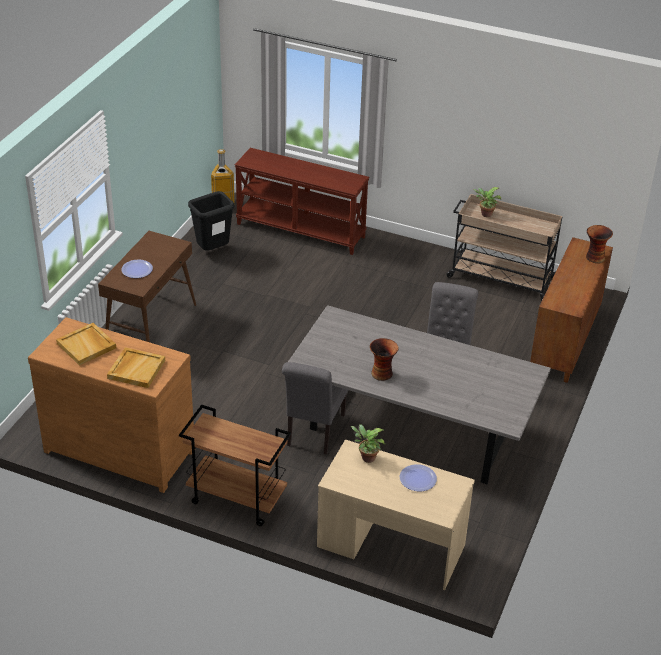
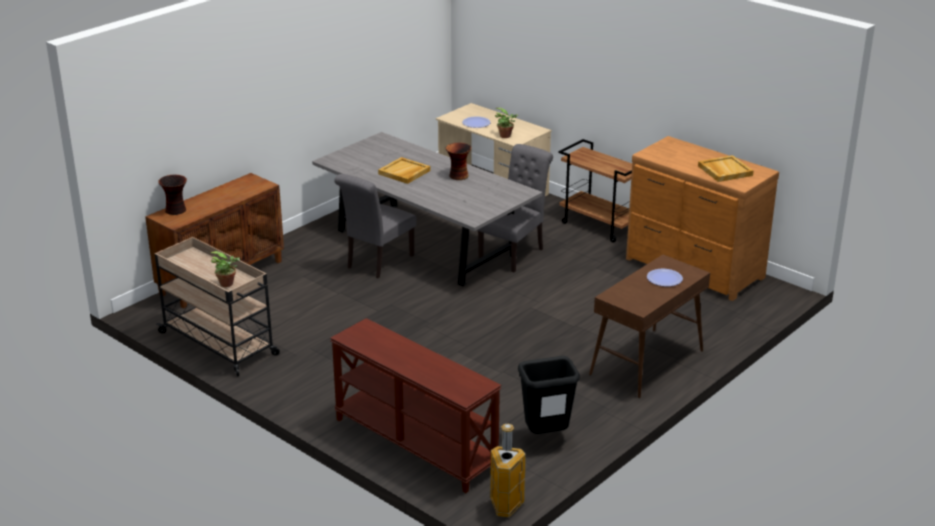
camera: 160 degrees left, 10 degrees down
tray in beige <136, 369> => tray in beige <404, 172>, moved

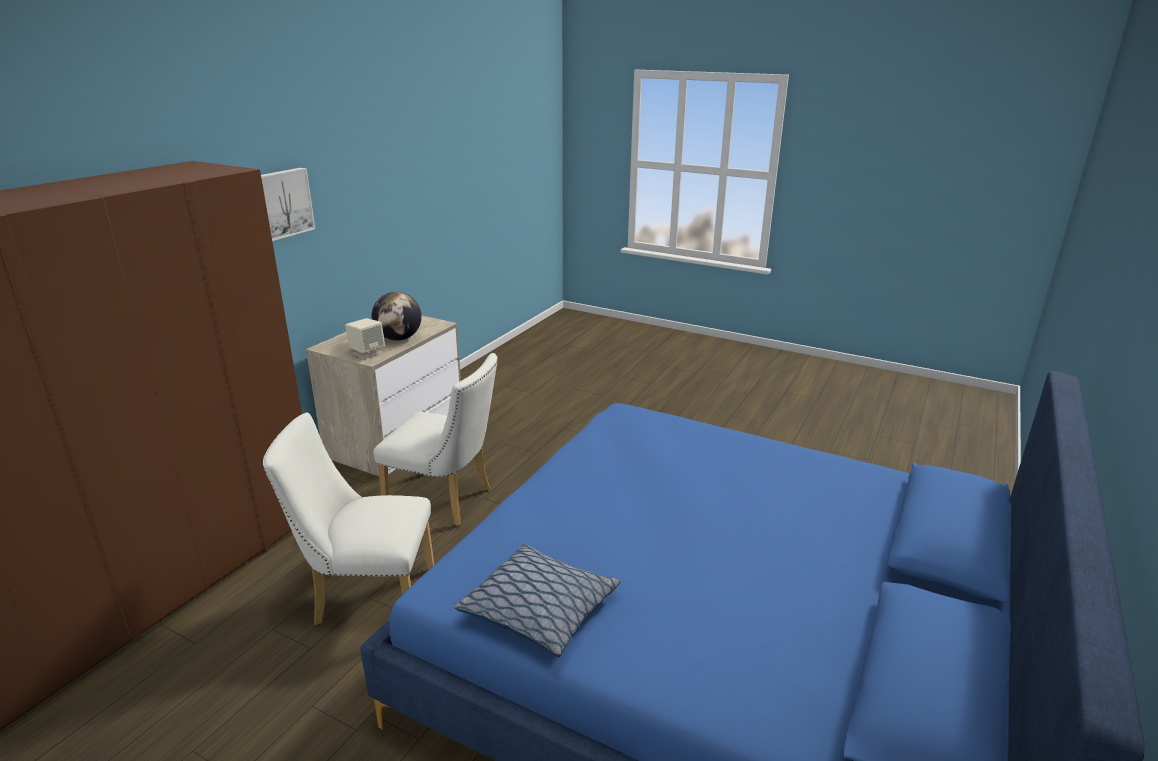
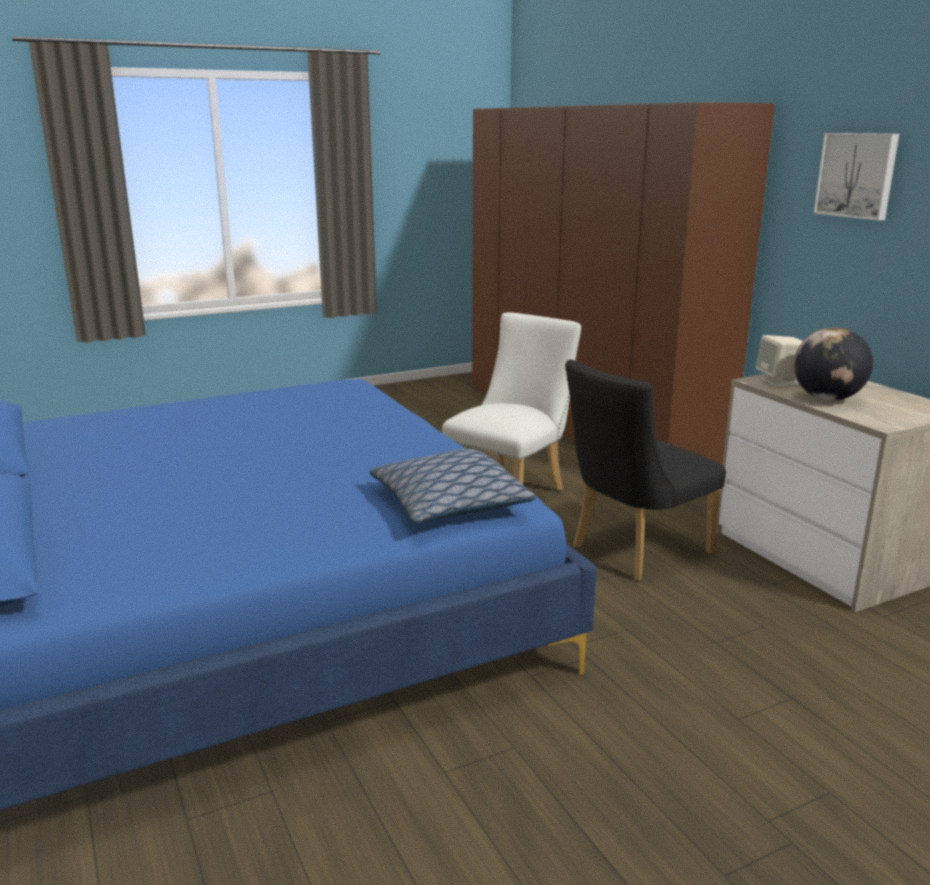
camera: 125 degrees right, 5 degrees down
pillow <540, 610> => pillow <450, 504>, moved
chair in white <446, 501> => chair in black <633, 552>

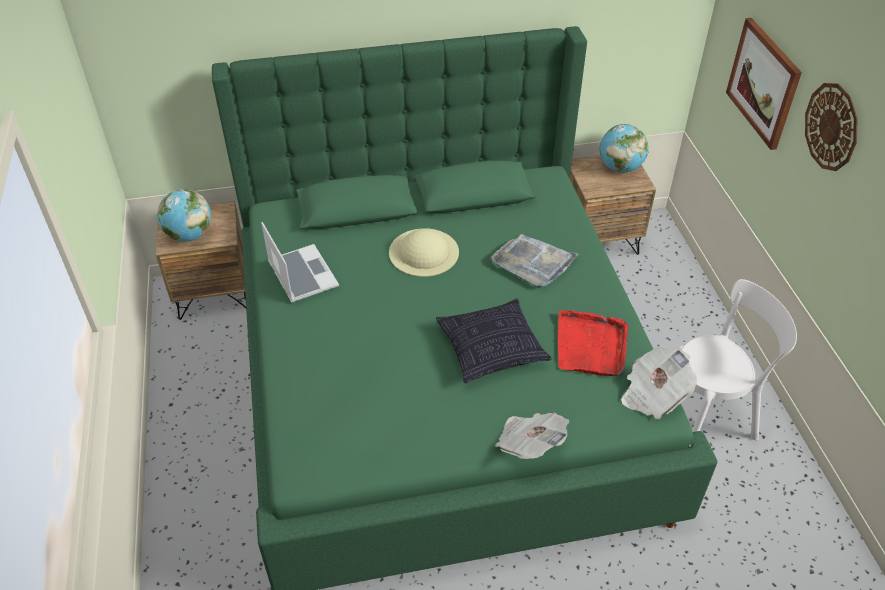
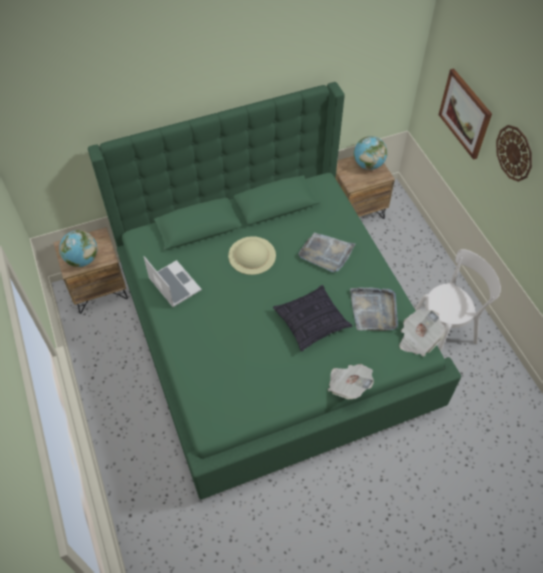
camera: 10 degrees left, 10 degrees up
tray in red <591, 346> => tray in grey <374, 310>

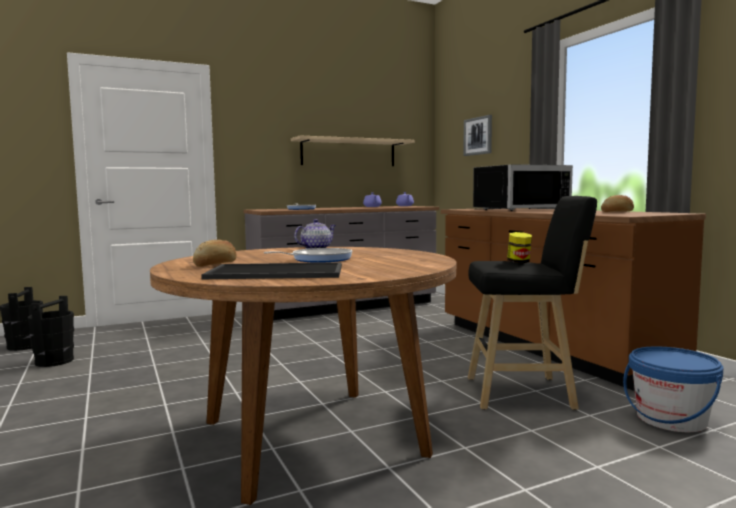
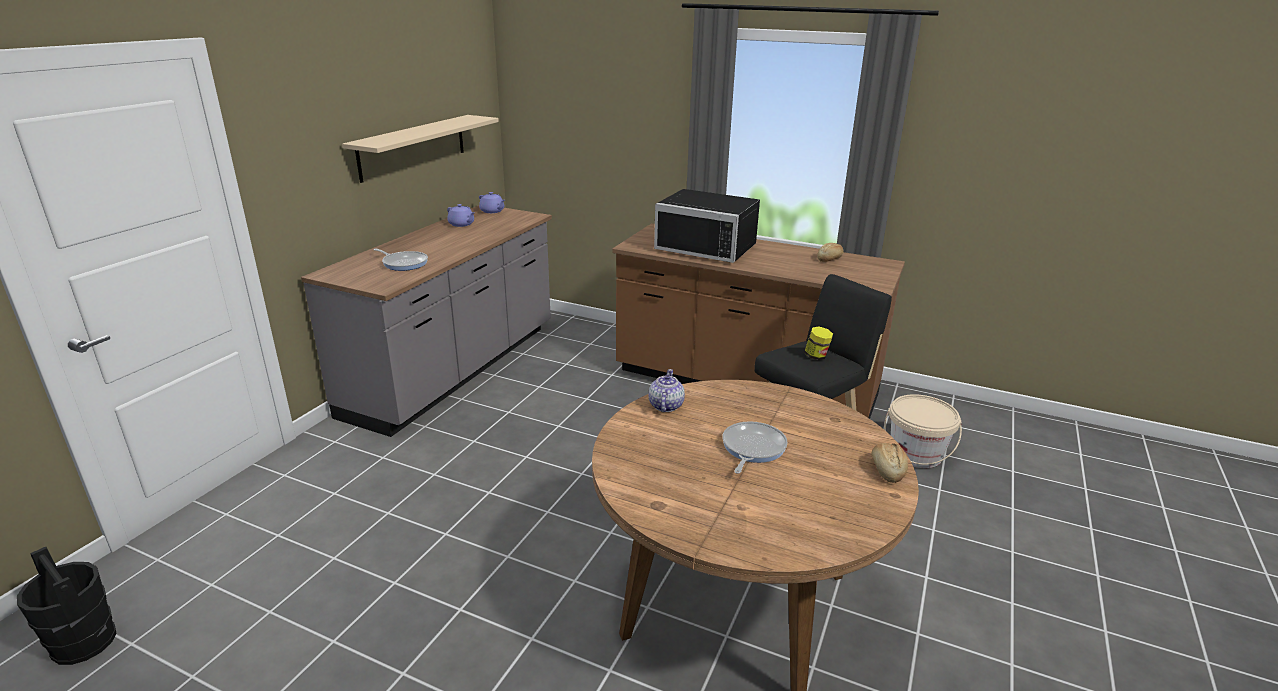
camera: 40 degrees left, 20 degrees up
microwave in black <517, 209> => microwave in black <709, 247>, 90 degrees clockwise
bread <216, 264> => bread <887, 470>, moved
bucket in blue <671, 419> => bucket in beige <915, 454>
bucket in black <54, 361> => nothing
tray <274, 273> => nothing
picture <478, 136> => nothing

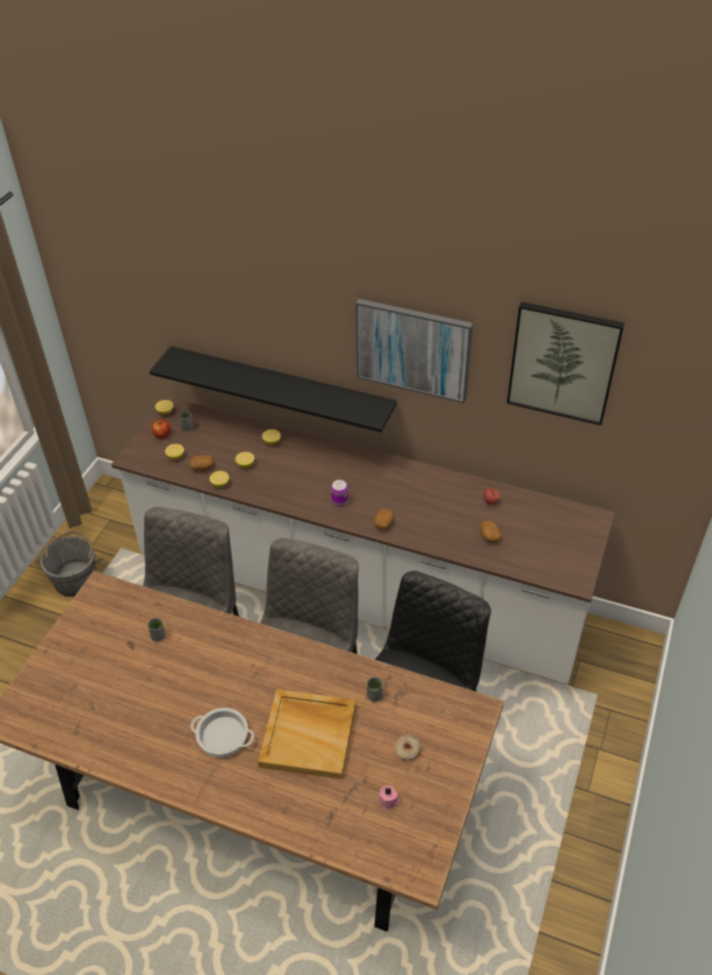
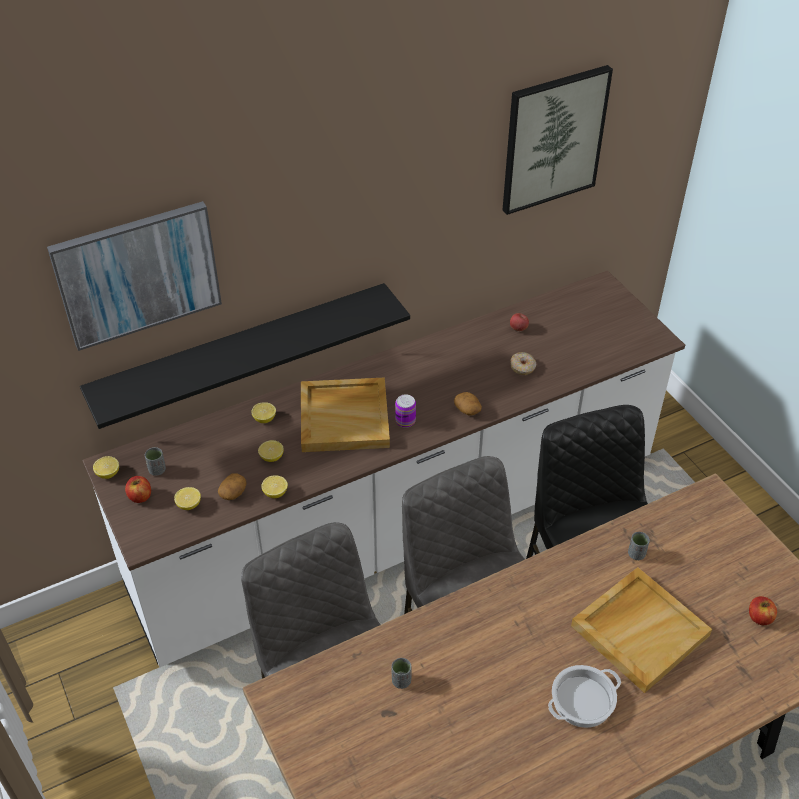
camera: 50 degrees left, 0 degrees up
picture <413, 349> => picture <138, 274>, moved
nothing => tray in beige <345, 417>
donut <407, 750> => donut <522, 367>, moved
candle in pink <389, 801> => apple <759, 617>
bucket in grey <76, 579> => nothing
potato <489, 536> => nothing

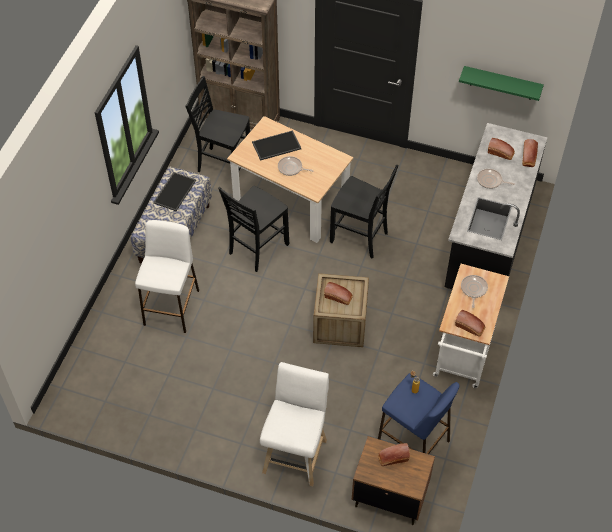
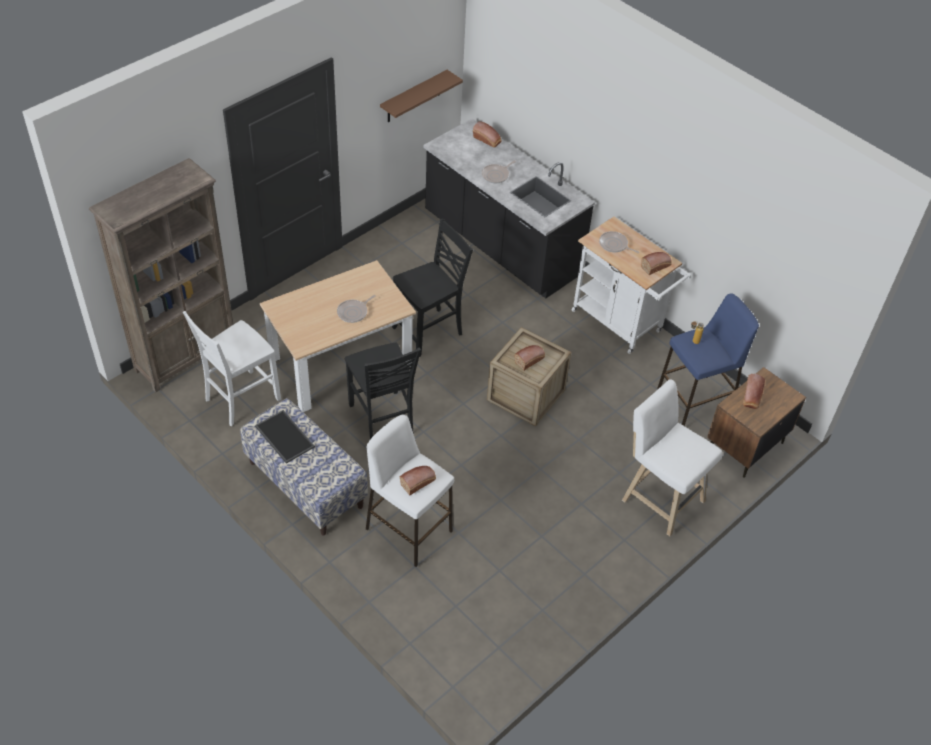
camera: 65 degrees left, 5 degrees down
chair in black <223, 165> => chair in white <240, 399>
shelf in green <502, 83> => shelf in brown <414, 97>
bread <501, 153> => bread <418, 482>, moved
tray <276, 146> => nothing

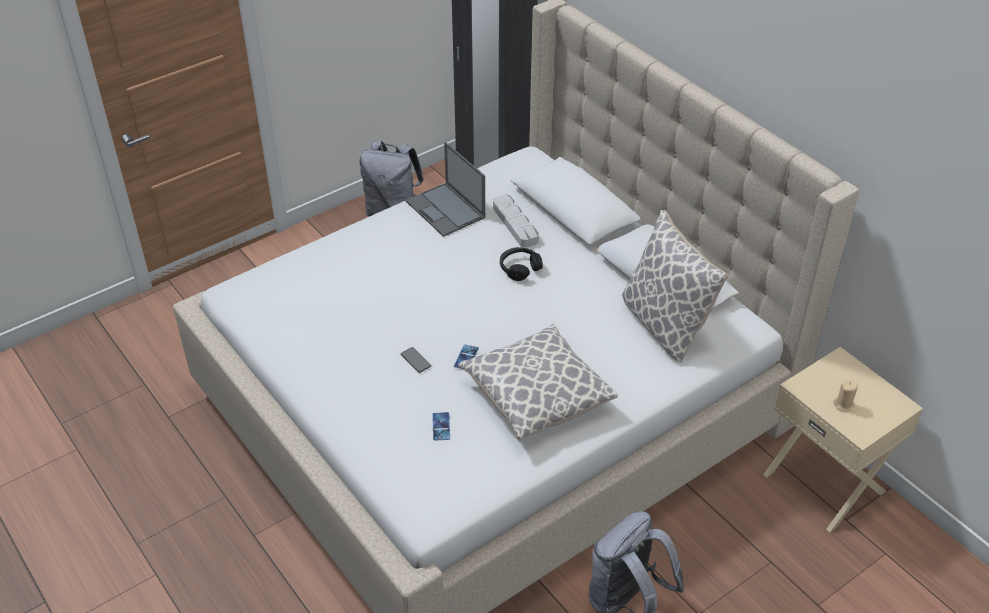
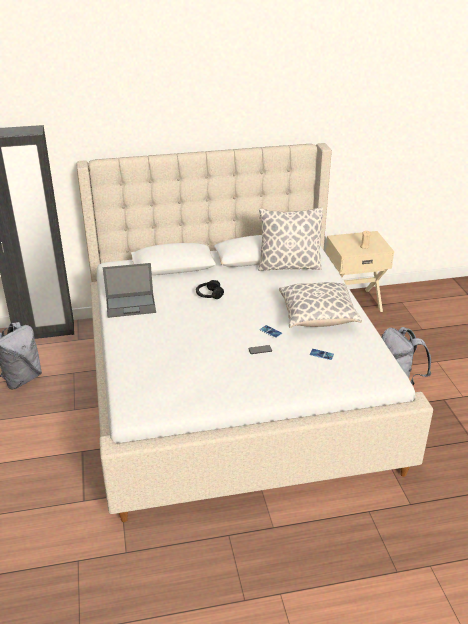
camera: 65 degrees left, 10 degrees down
tray in grey <515, 224> => nothing

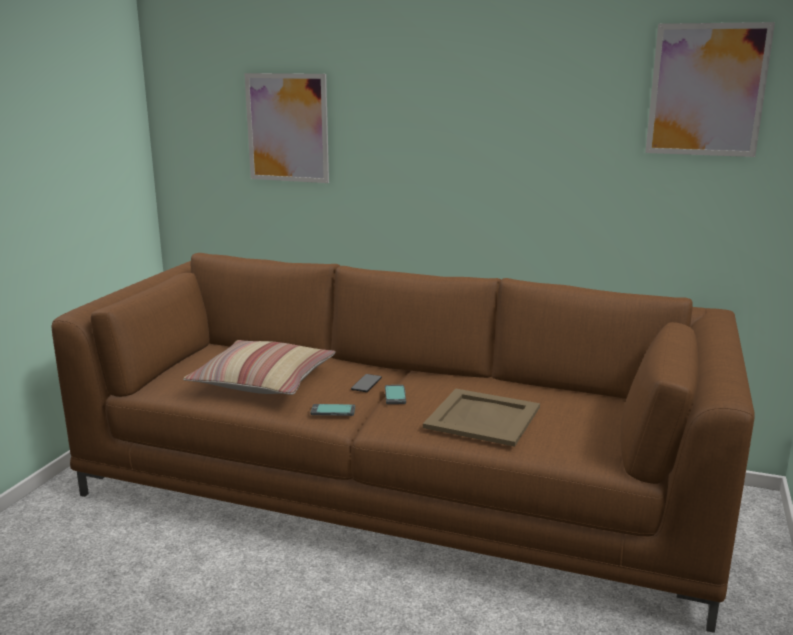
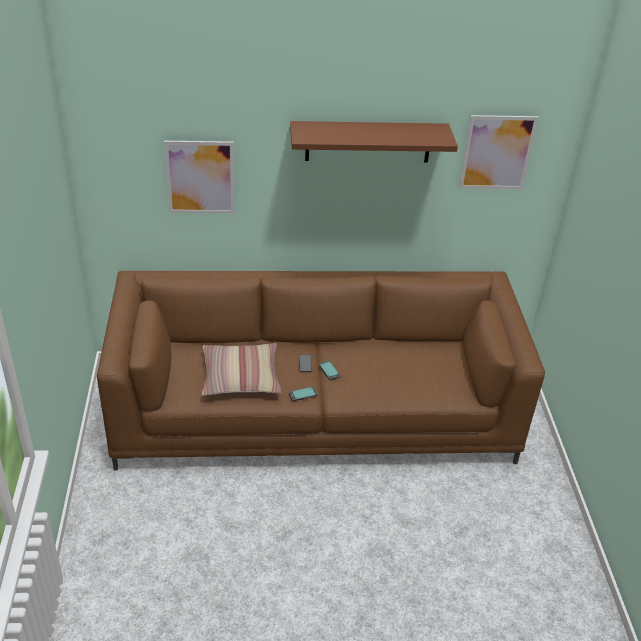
camera: 25 degrees left, 20 degrees up
nothing => shelf in brown <368, 141>
tray in beige <482, 417> => nothing

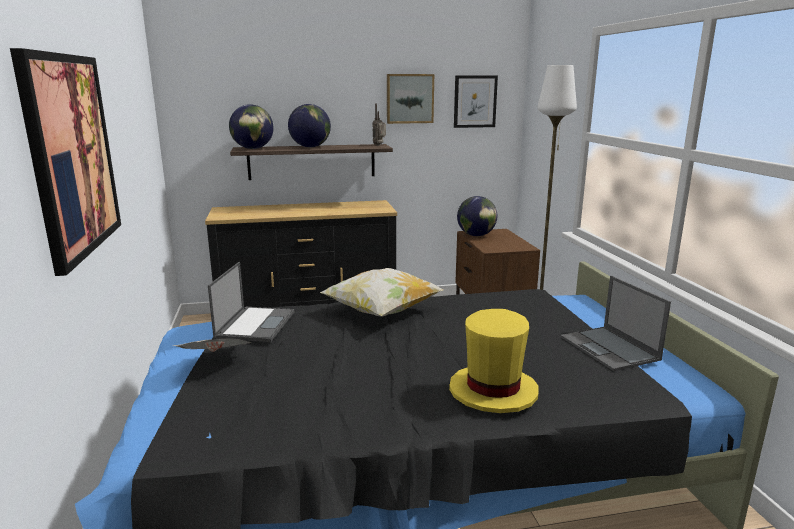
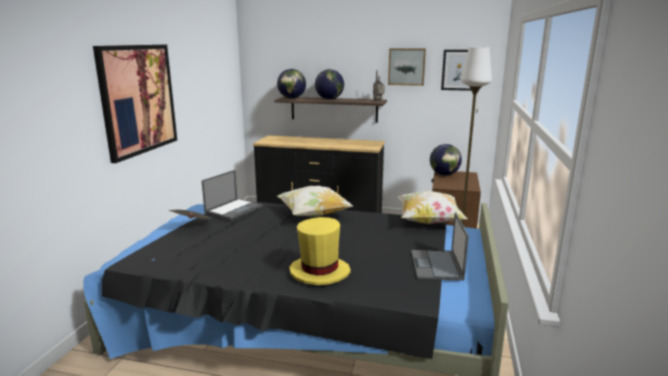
camera: 25 degrees right, 0 degrees up
nothing => pillow <429, 221>

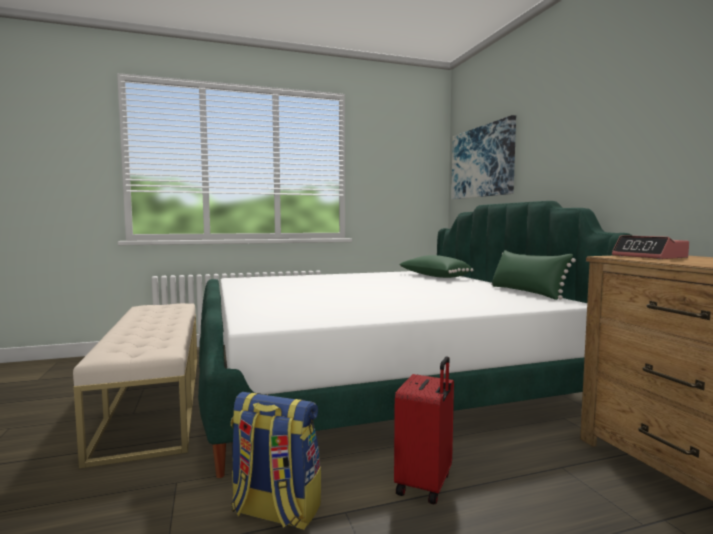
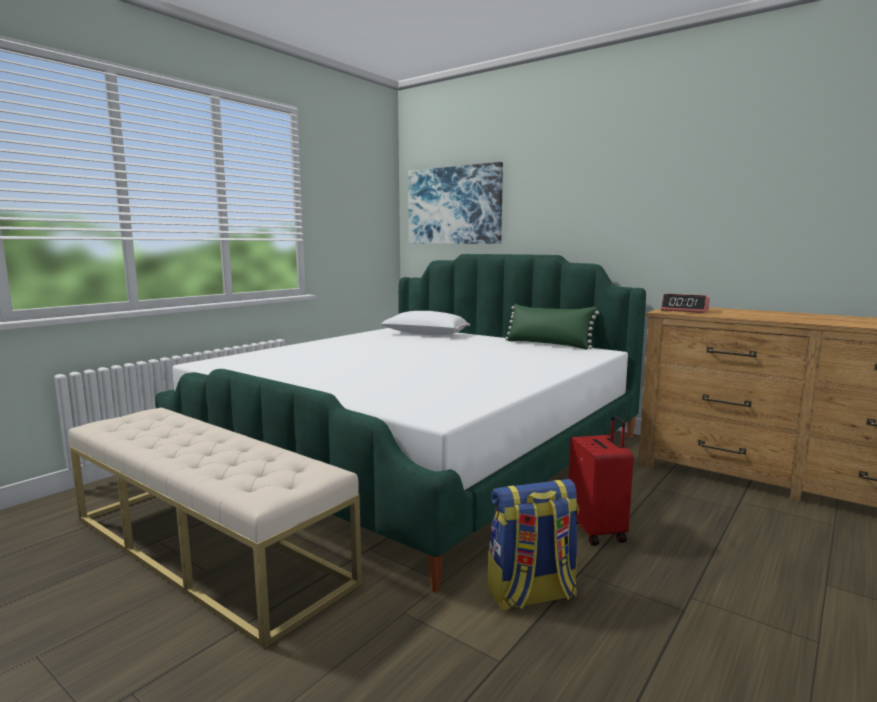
camera: 35 degrees left, 5 degrees up
pillow in green <434, 276> => pillow in white <424, 334>

